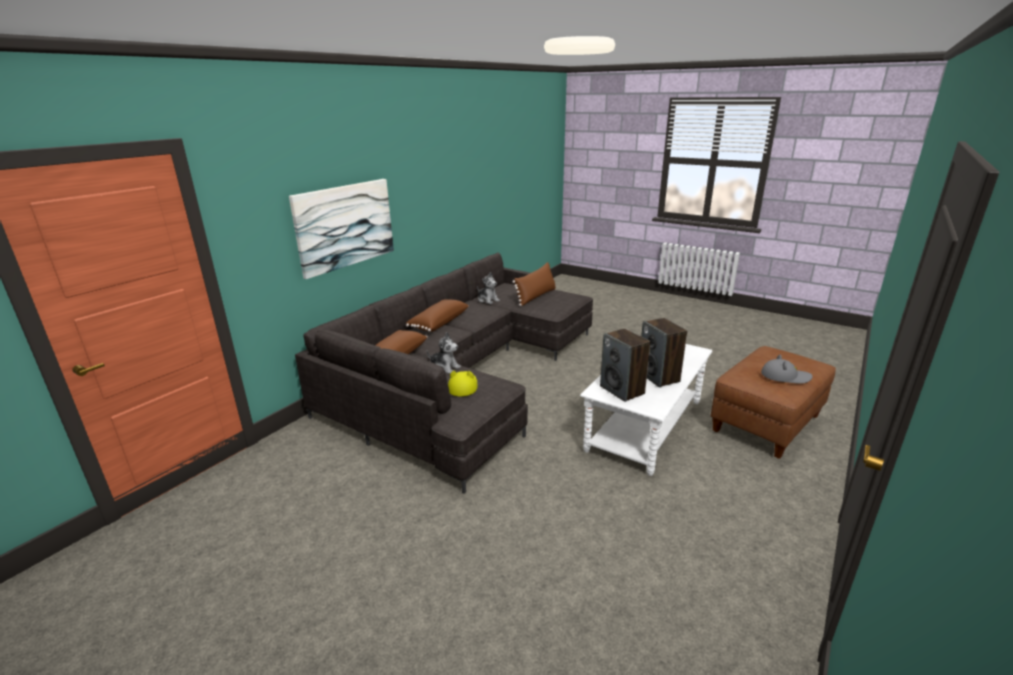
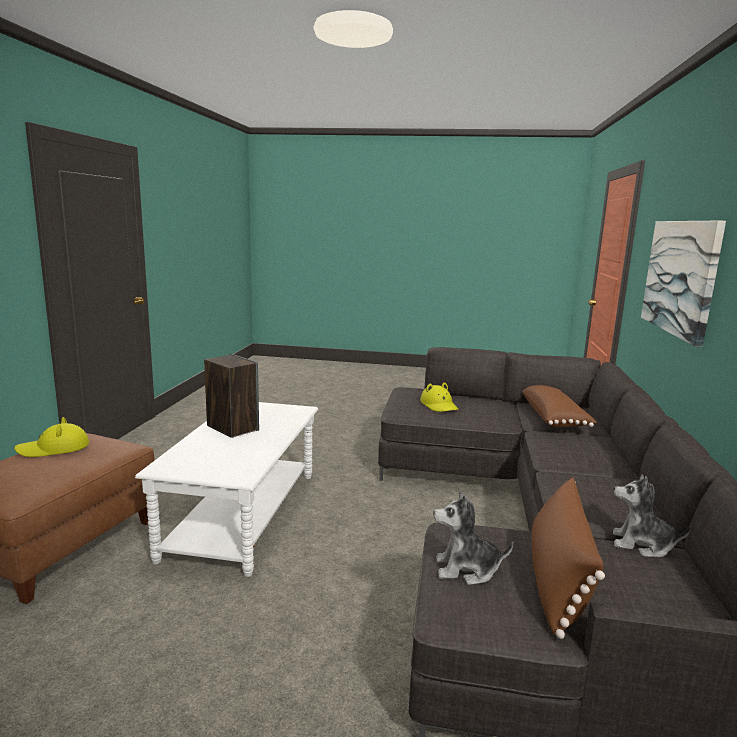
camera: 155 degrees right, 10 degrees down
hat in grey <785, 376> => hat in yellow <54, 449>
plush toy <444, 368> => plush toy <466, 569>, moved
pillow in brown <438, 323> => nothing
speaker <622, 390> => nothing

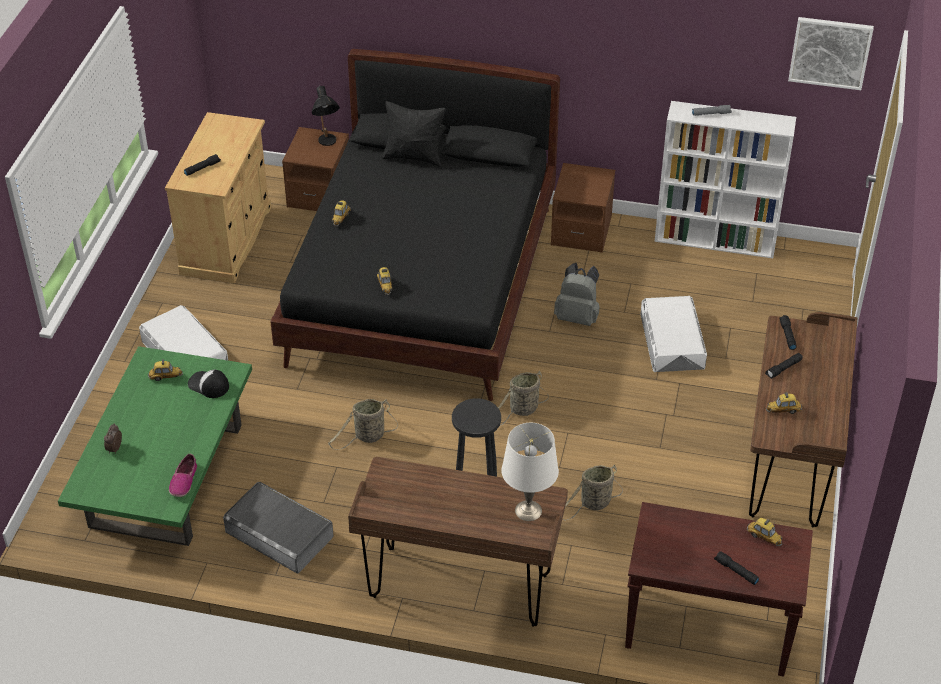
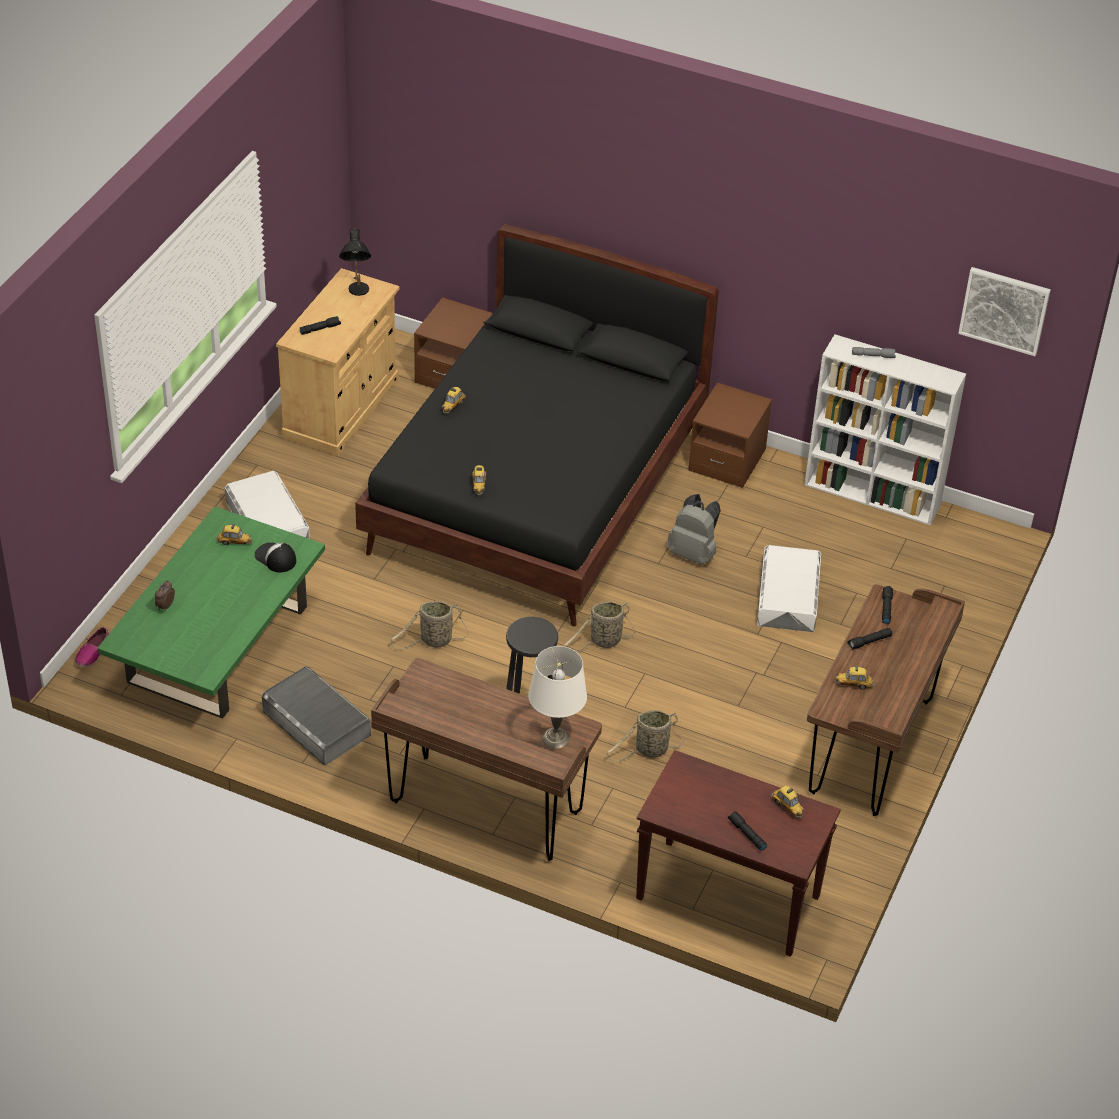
camera: 10 degrees right, 0 degrees up
shoe <184, 481> => shoe <92, 653>, moved
table lamp in black <327, 144> => table lamp in black <357, 294>, moved
pillow in black <414, 157> => nothing

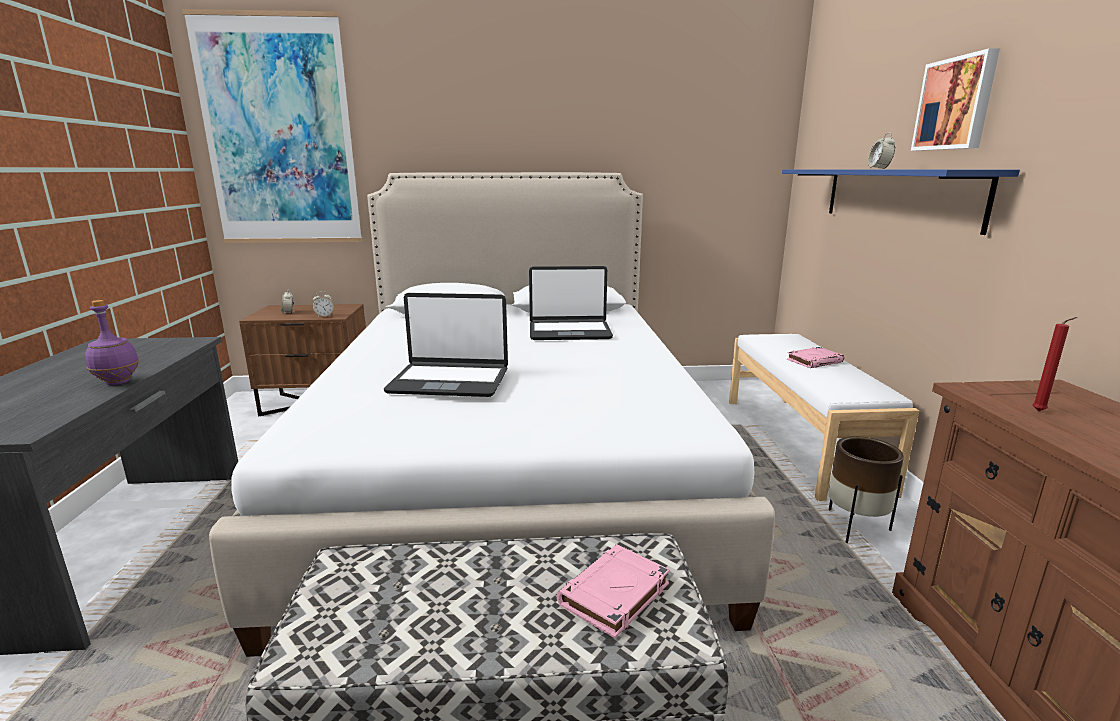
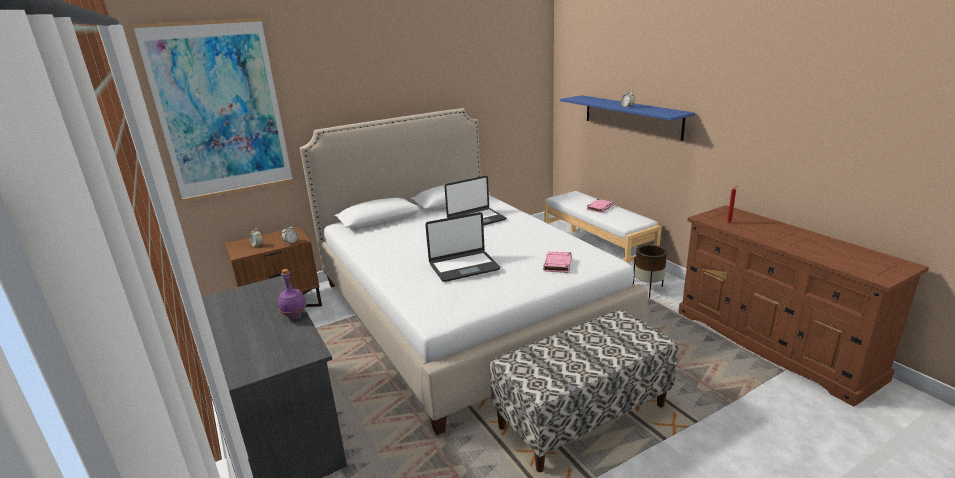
camera: 25 degrees left, 5 degrees up
book in pink <614, 595> => book in pink <558, 265>, moved
picture <956, 104> => nothing

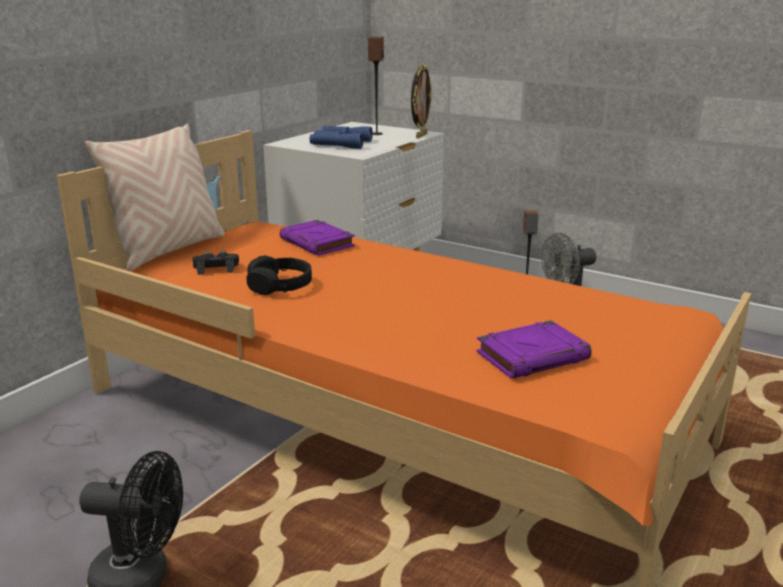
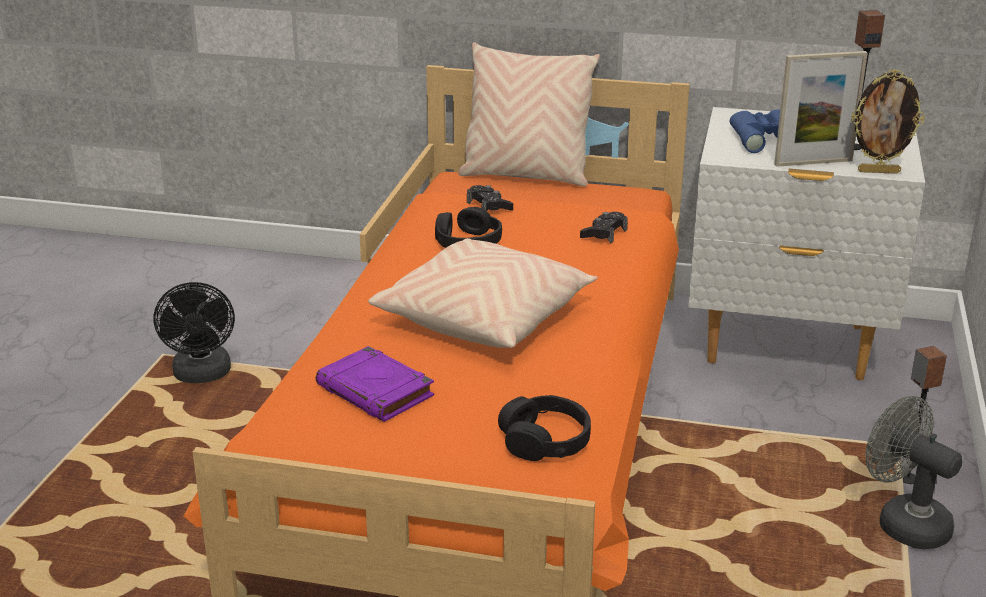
camera: 70 degrees right, 5 degrees up
nothing => pillow in beige <485, 317>
nothing => headphones in black <545, 441>
book in purple <318, 243> => game controller in black <604, 233>
nothing => picture frame <813, 162>

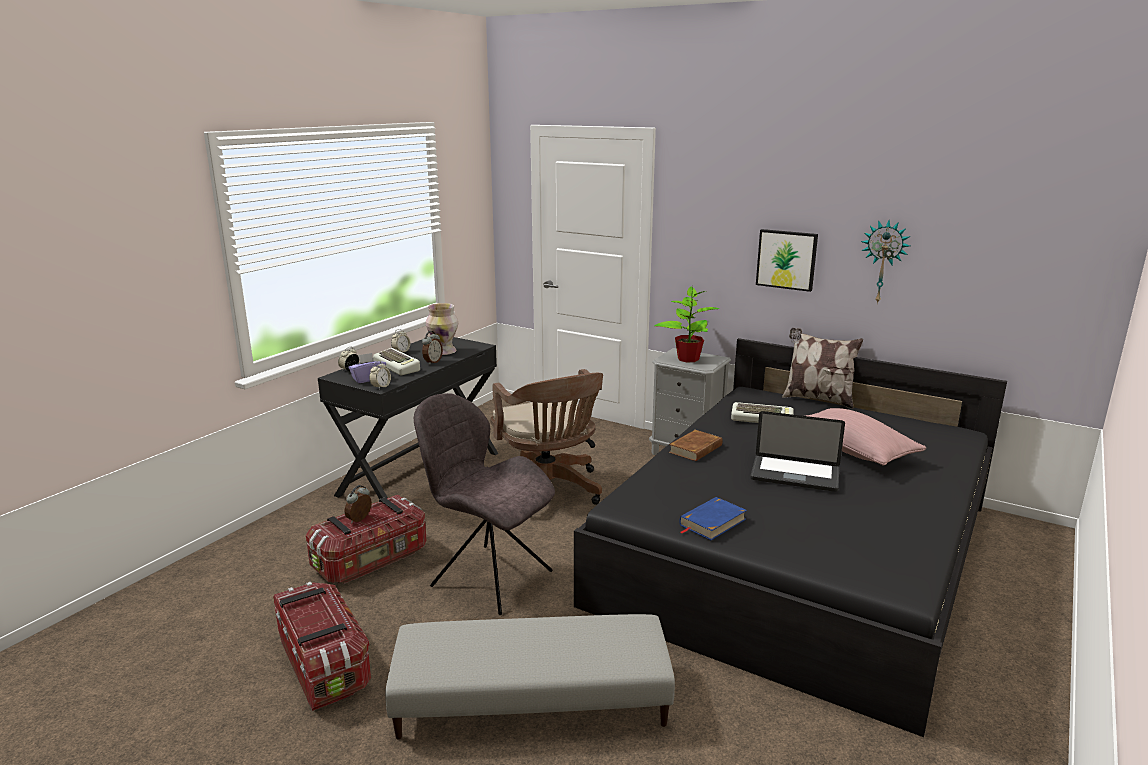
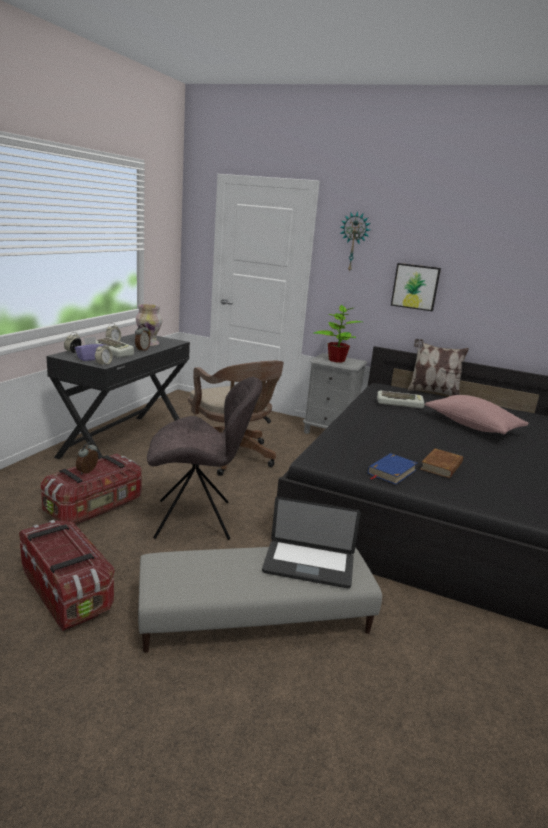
camera: 10 degrees left, 0 degrees up
chair in grey <488, 577> => chair in grey <197, 520>, 150 degrees clockwise
laptop <794, 475> => laptop <308, 565>, moved
wall clock <883, 261> => wall clock <354, 242>, moved
book in brown <696, 449> => book in brown <441, 466>, moved

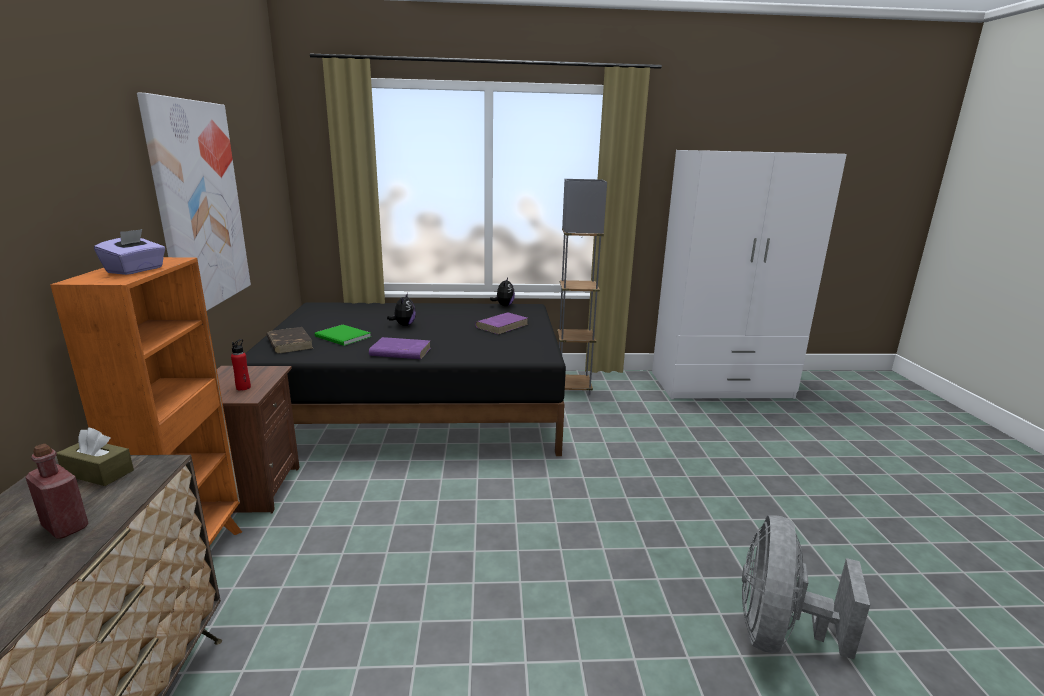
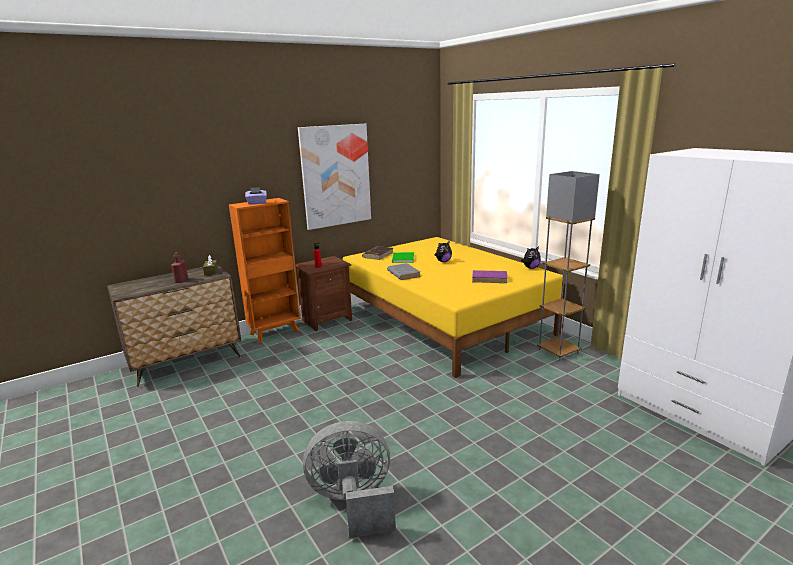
camera: 60 degrees right, 0 degrees up
bed in black <418, 408> => bed in yellow <444, 320>
book in purple <400, 352> => book in grey <403, 273>

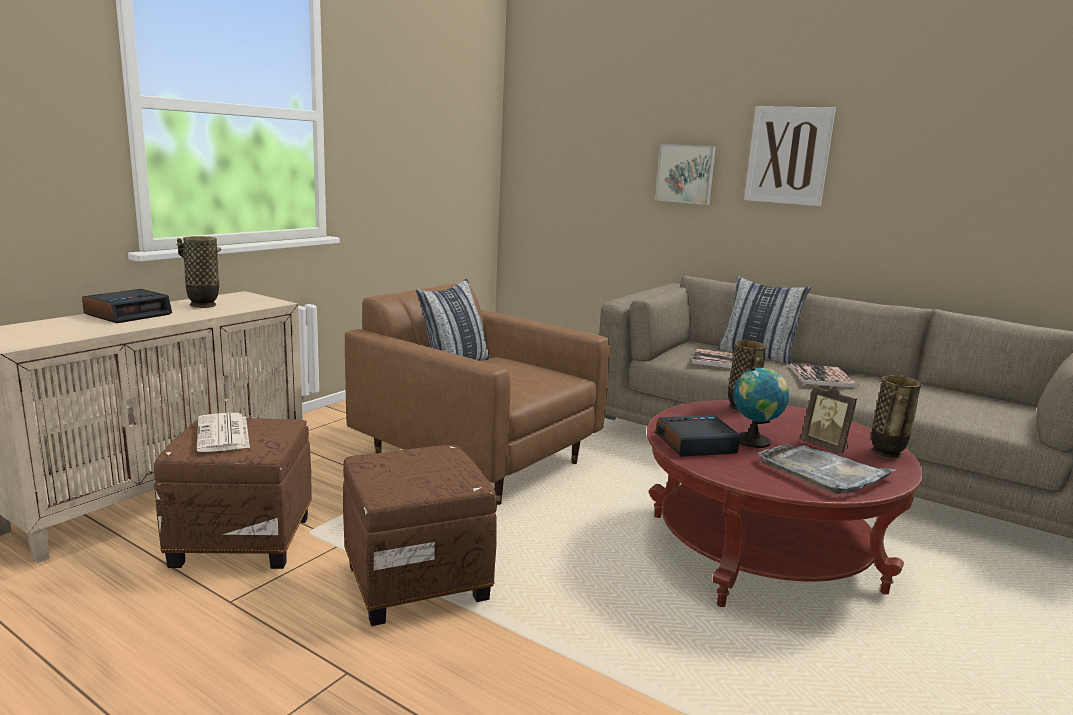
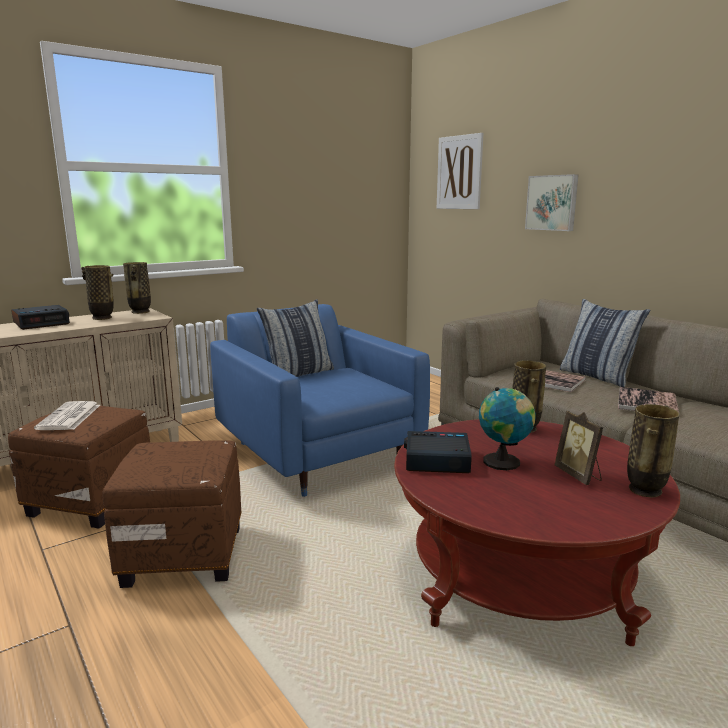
camera: 20 degrees right, 0 degrees up
nothing => vase <140, 312>
armchair in brown <476, 459> => armchair in blue <318, 455>
picture <788, 155> => picture <459, 172>, moved
tray in grey <823, 472> => nothing

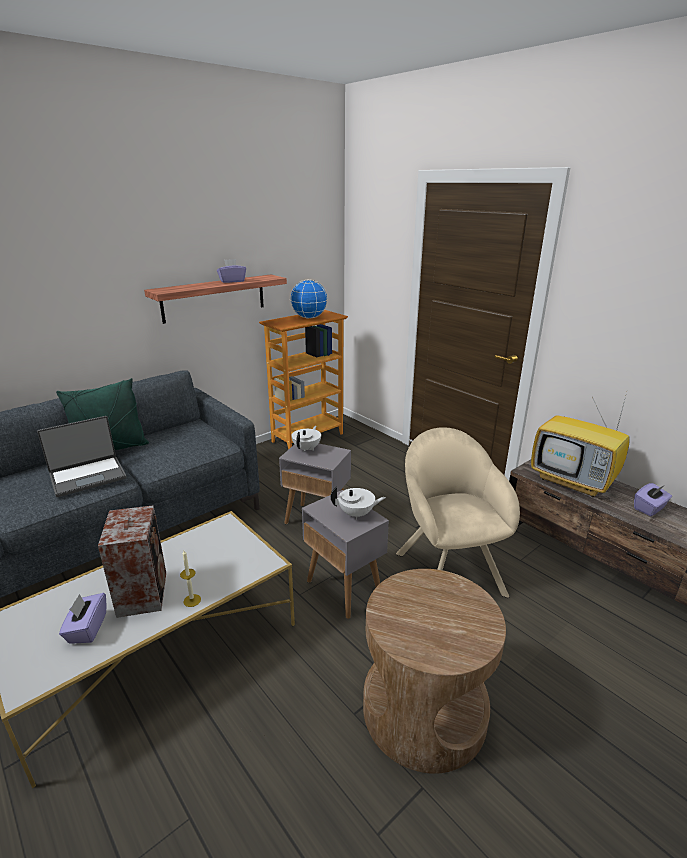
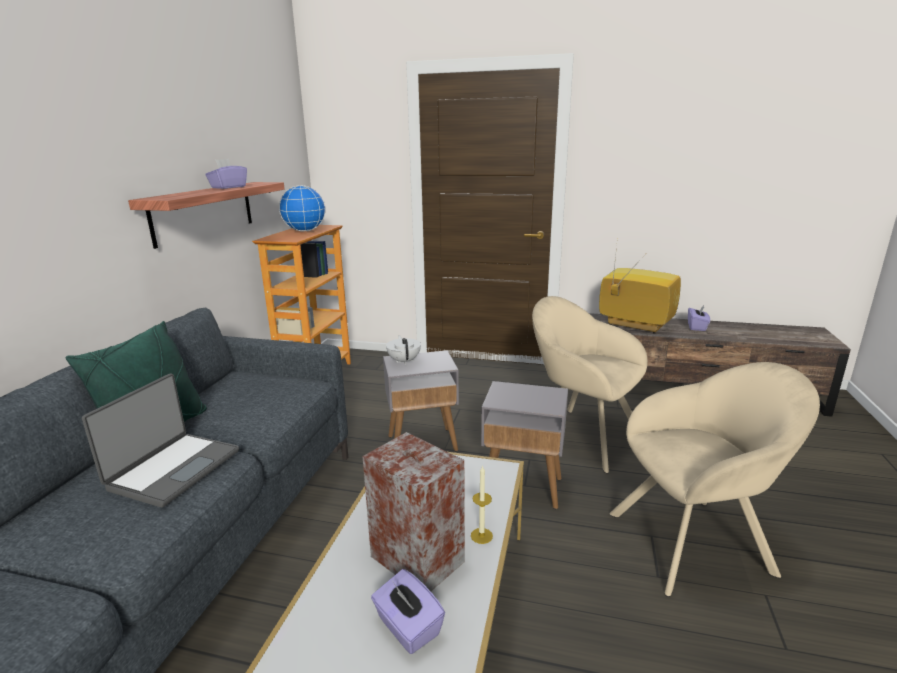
camera: 35 degrees left, 5 degrees down
television <574, 482> => television <633, 325>, 150 degrees counterclockwise
side table in brown <424, 710> => armchair in beige <696, 542>
teapot in white <357, 514> => nothing

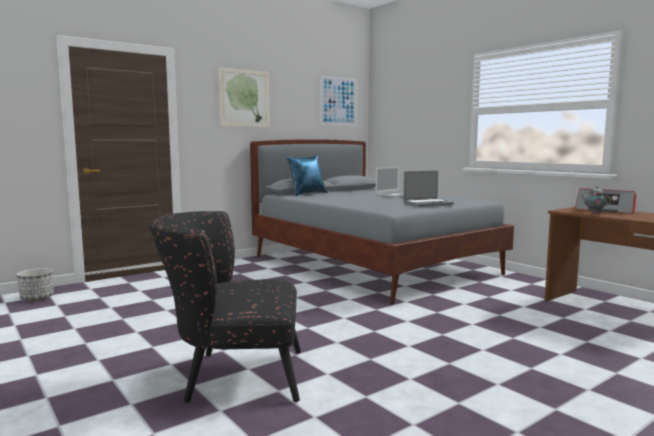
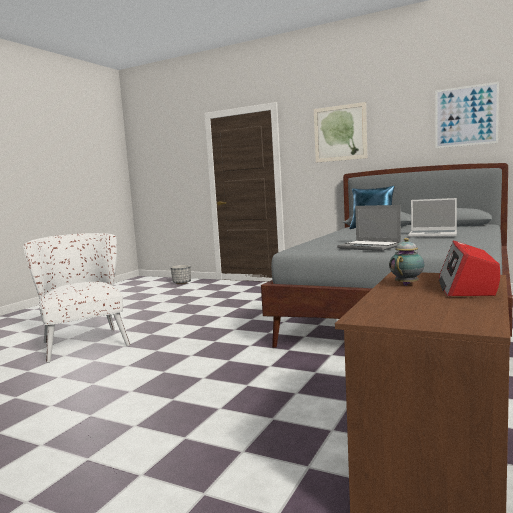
camera: 65 degrees right, 0 degrees up
armchair in black <232, 375> => armchair in white <84, 341>

